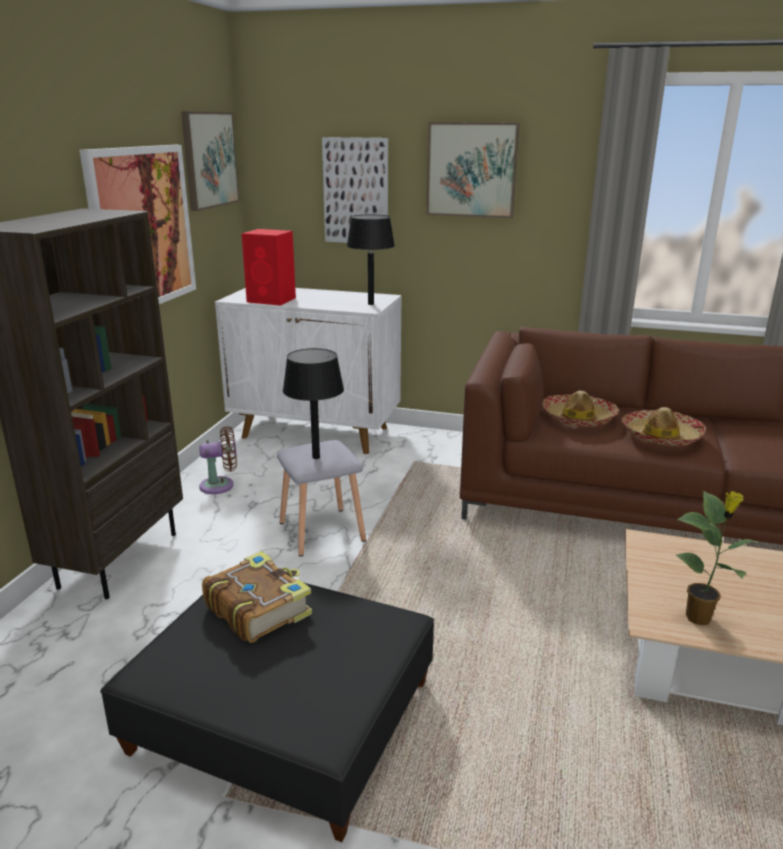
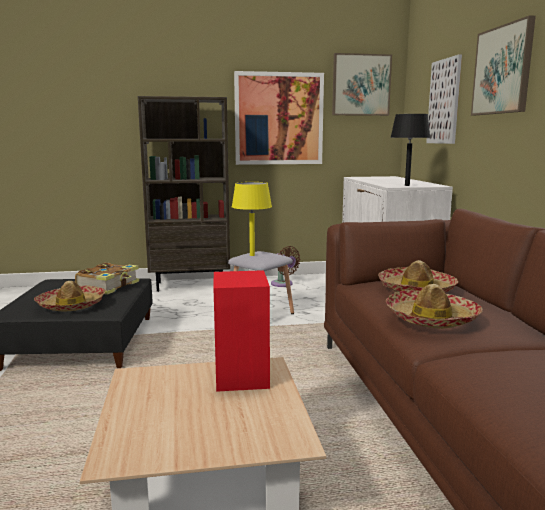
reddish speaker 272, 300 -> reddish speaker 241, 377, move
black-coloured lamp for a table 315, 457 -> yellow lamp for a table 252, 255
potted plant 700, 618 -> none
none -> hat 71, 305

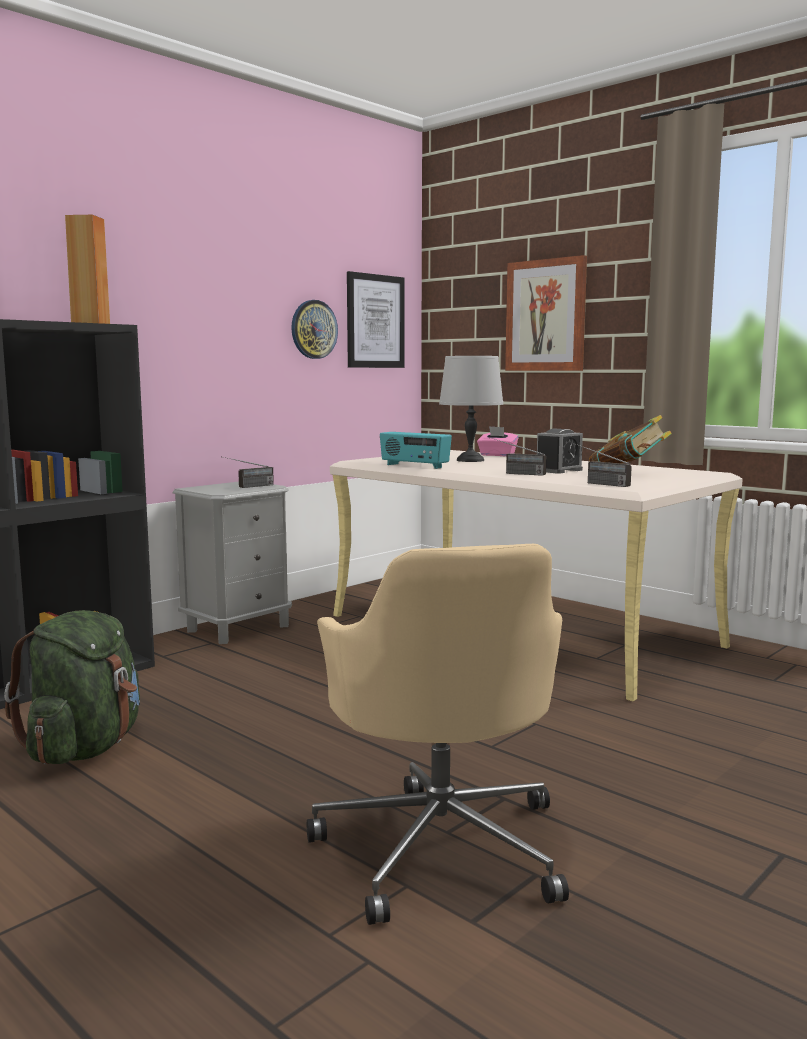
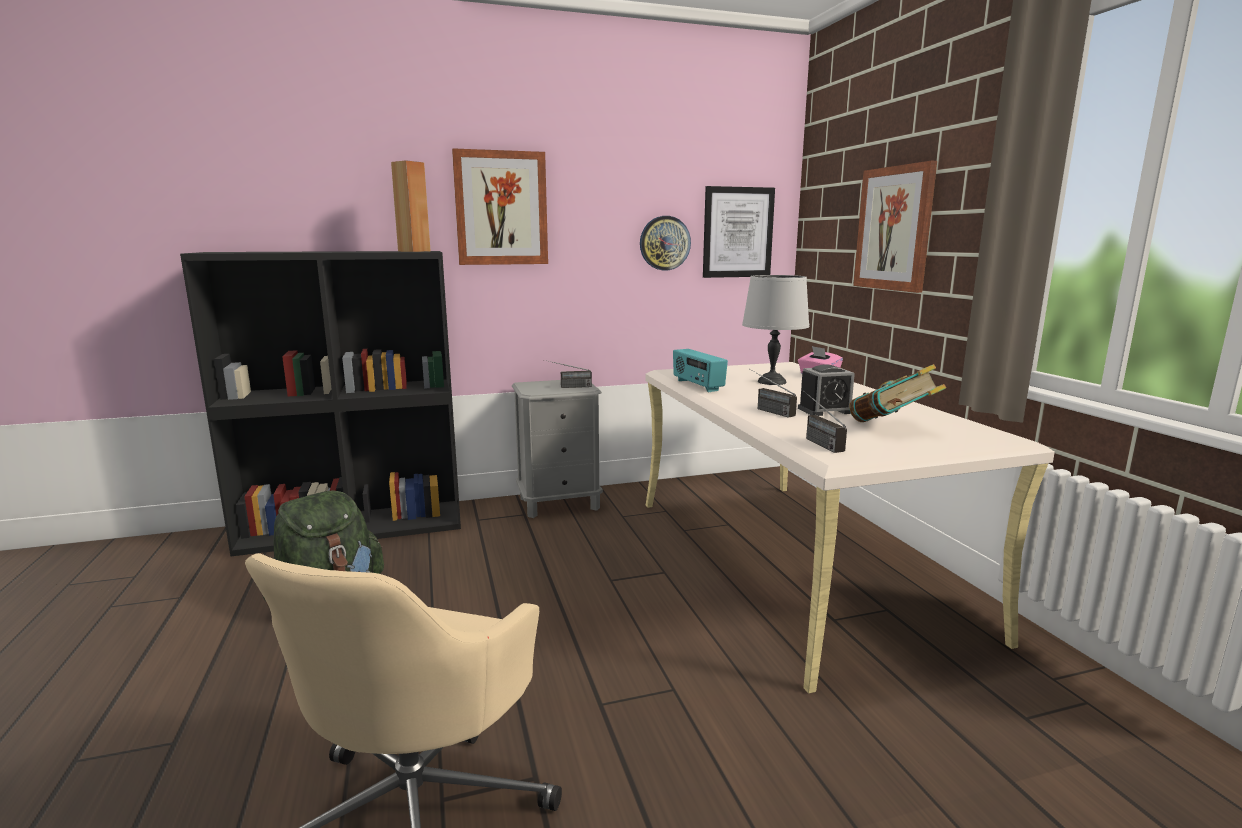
none -> wall art 501, 208

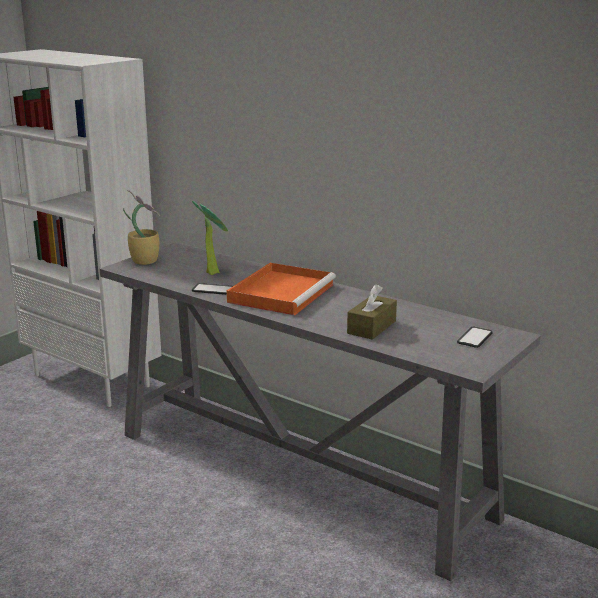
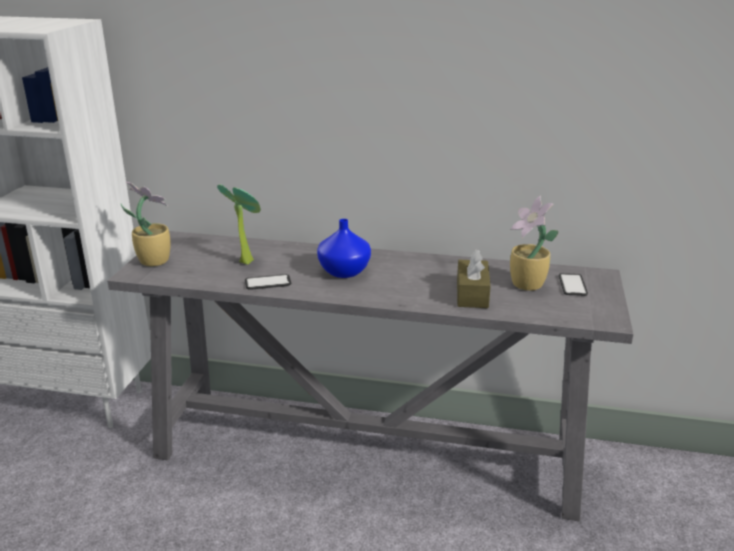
orange-coloured carrying tray 282, 292 -> blue-coloured decorative vase 343, 271
none -> potted plant 527, 285

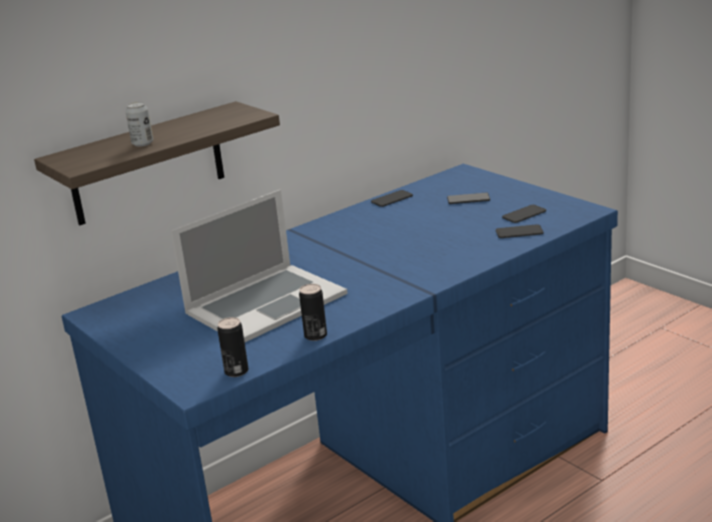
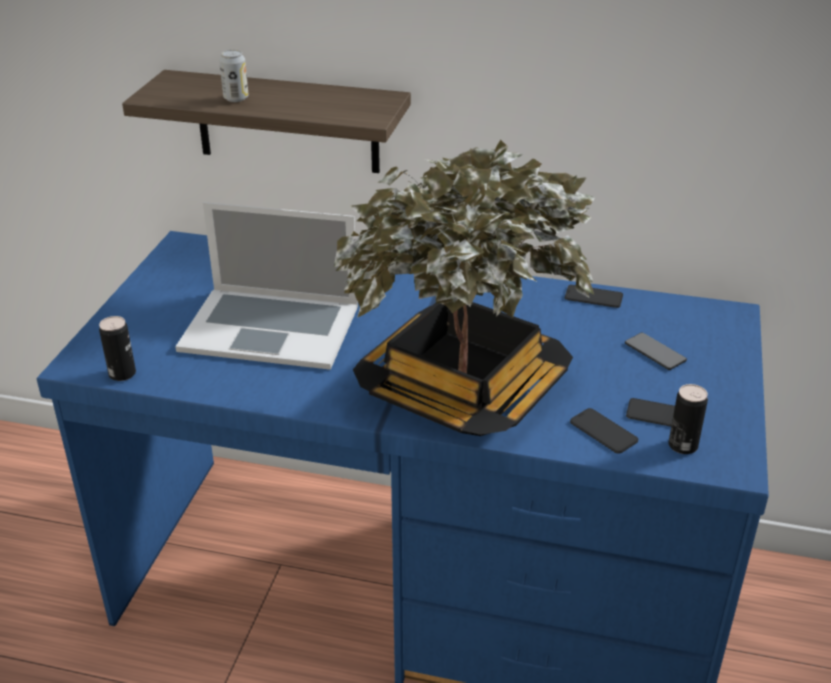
sealed can 315, 335 -> sealed can 683, 446, move
none -> potted plant 462, 389

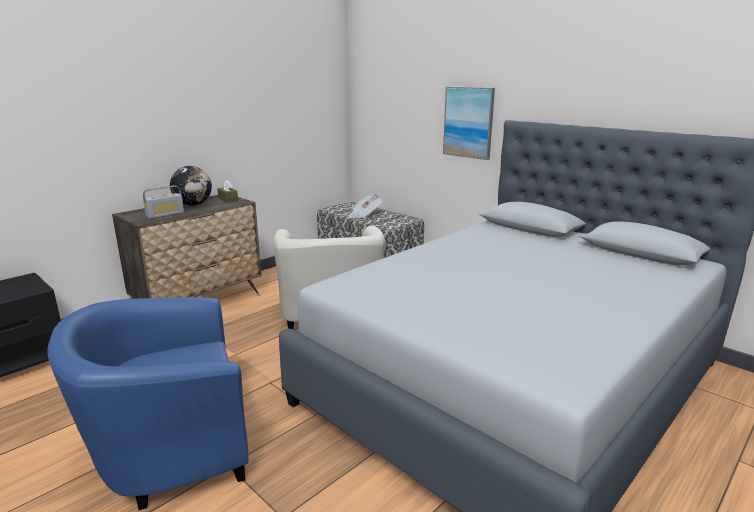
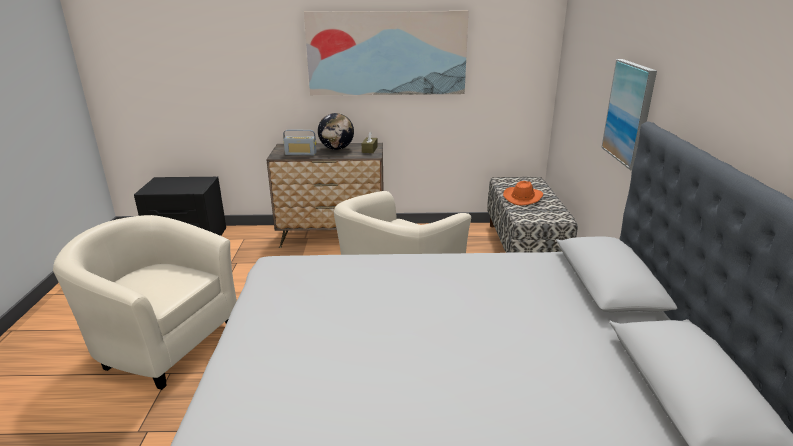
newspaper 365, 215 -> orange-coloured hat 523, 197
blue-coloured armchair 169, 452 -> beige armchair 162, 342
none -> wall art 386, 53

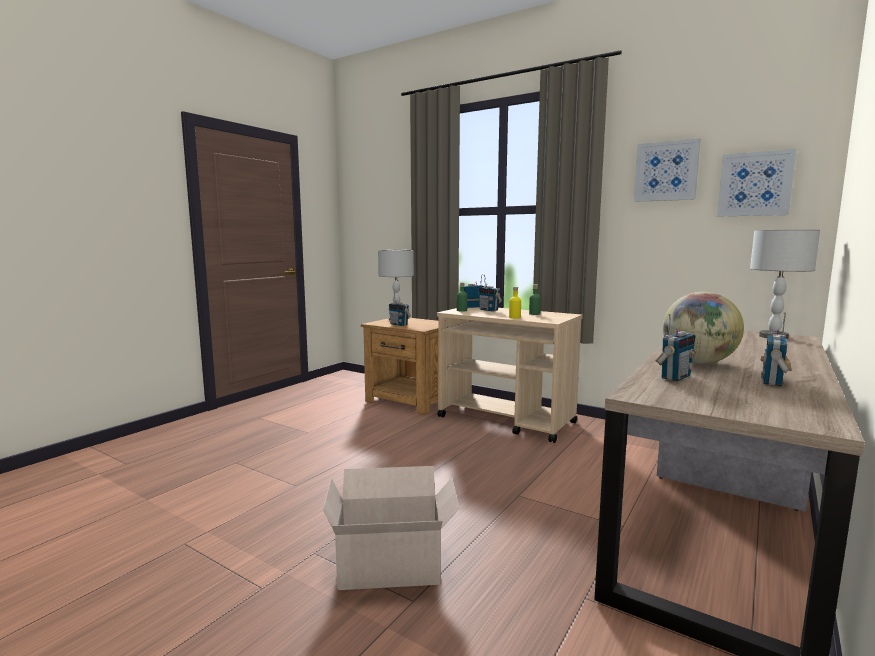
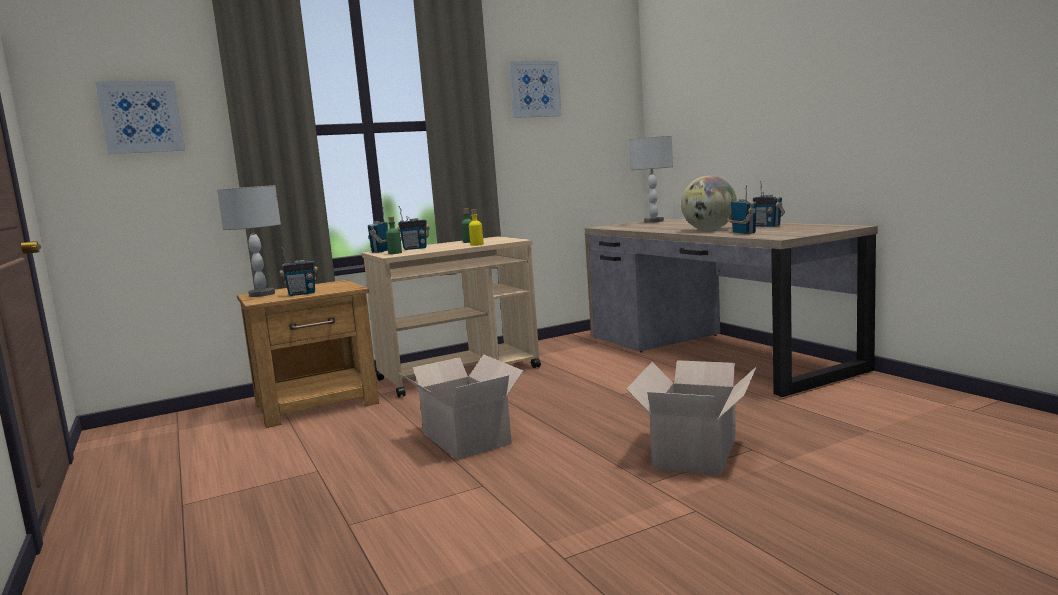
wall art 755, 184 -> wall art 141, 117, move
none -> packing box 465, 438

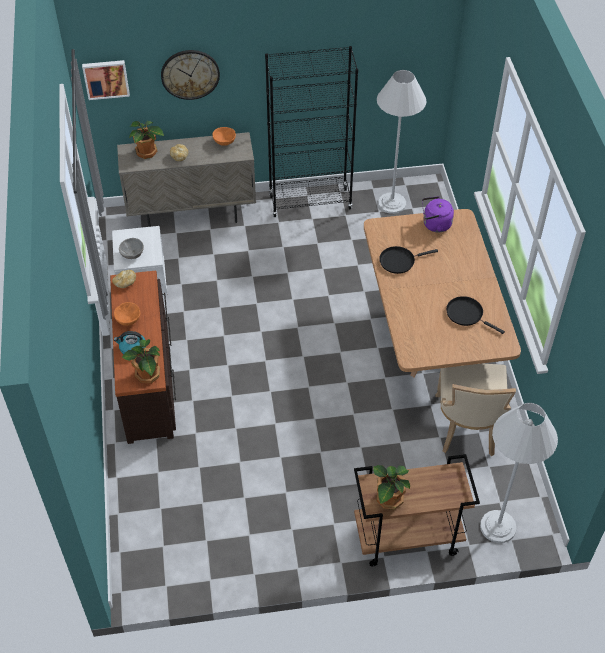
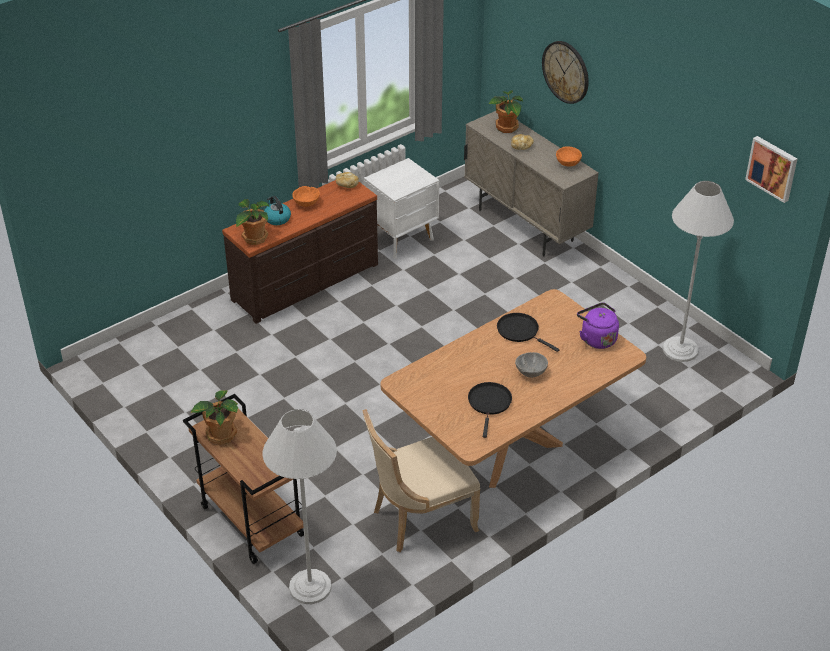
black-coloured bookshelf 310, 202 -> none
wall art 106, 78 -> wall art 772, 168, move
gray serving bowl 132, 255 -> gray serving bowl 530, 373, move

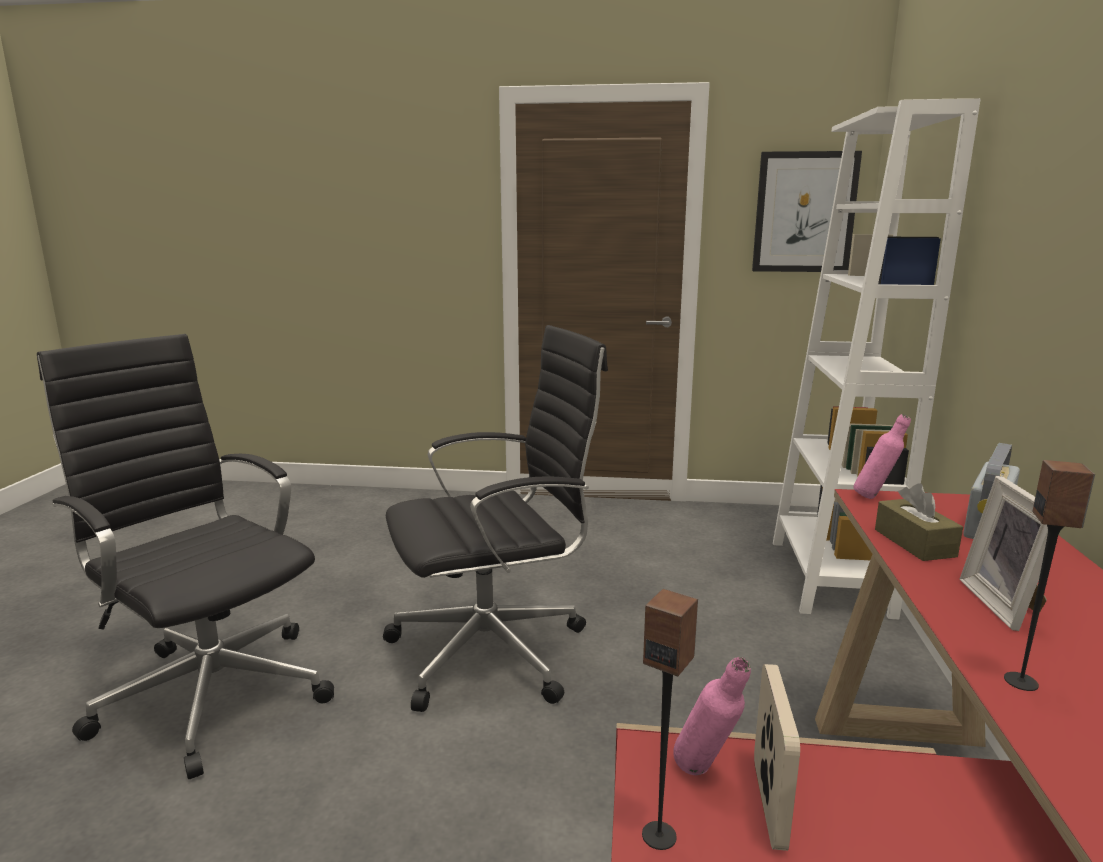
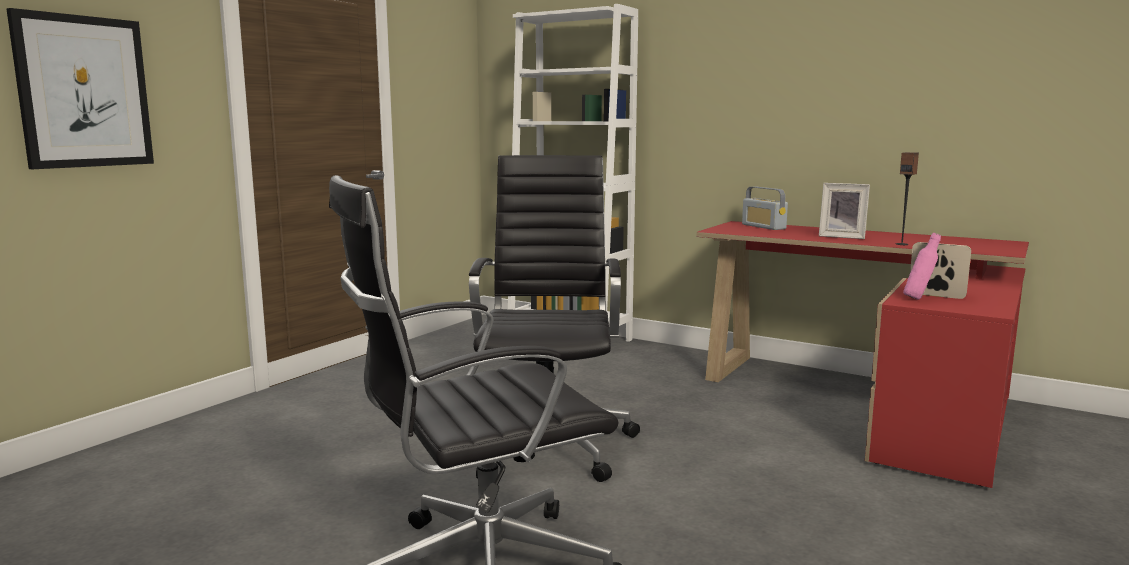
wall art 804, 212 -> wall art 84, 92, move
pink-coloured beverage bottle 875, 497 -> none
brown tissue box 914, 543 -> none
speaker 659, 835 -> none

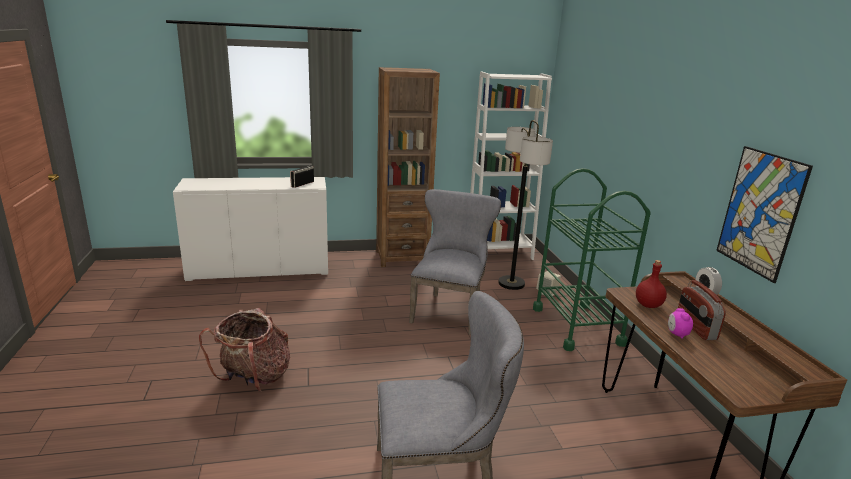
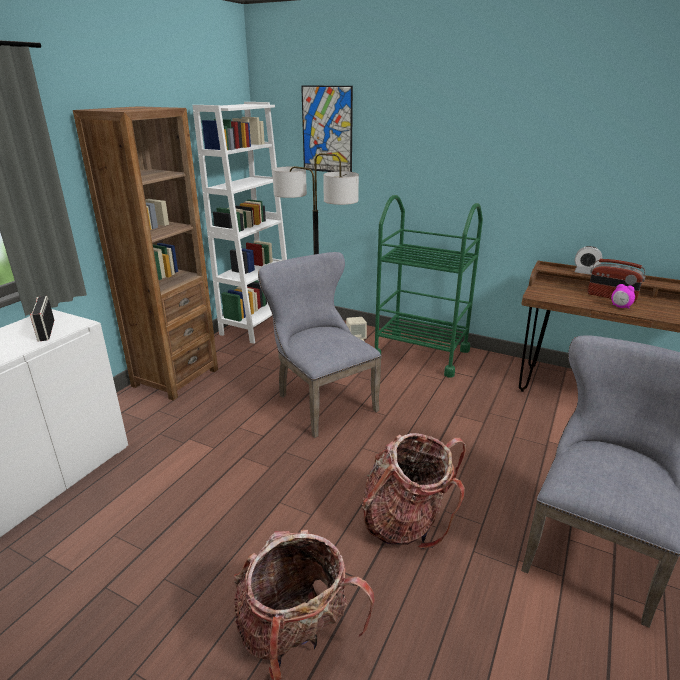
wall art 760, 212 -> wall art 327, 130, move
reddish beverage bottle 647, 305 -> none
none -> backpack 406, 521

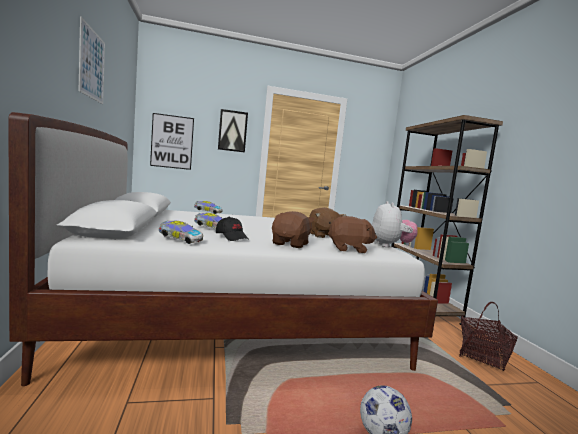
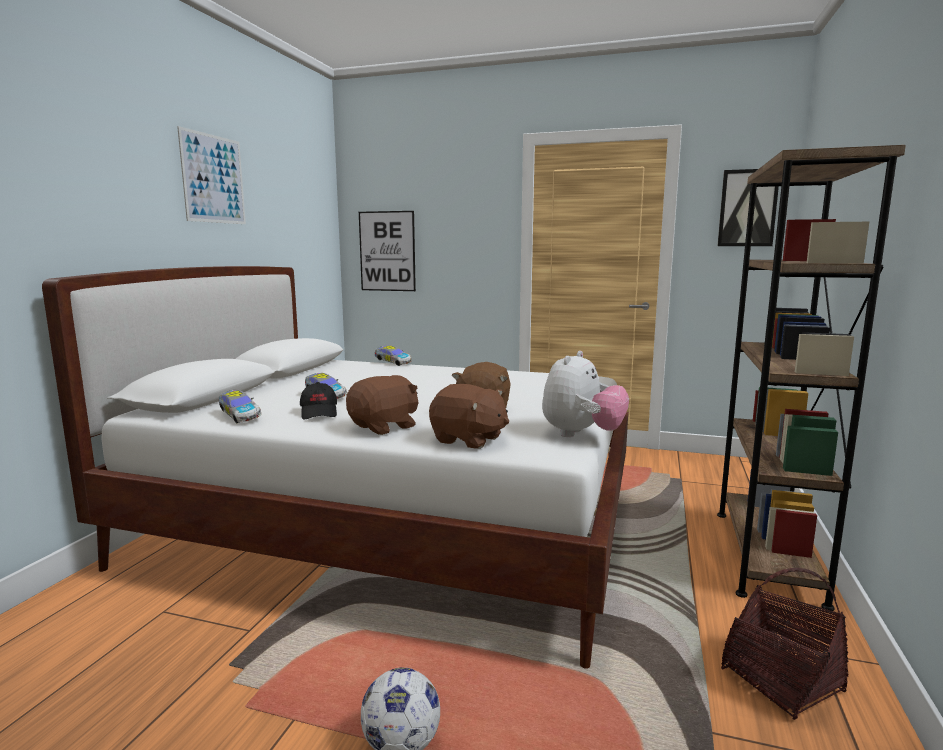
wall art 232, 131 -> wall art 747, 208, move

